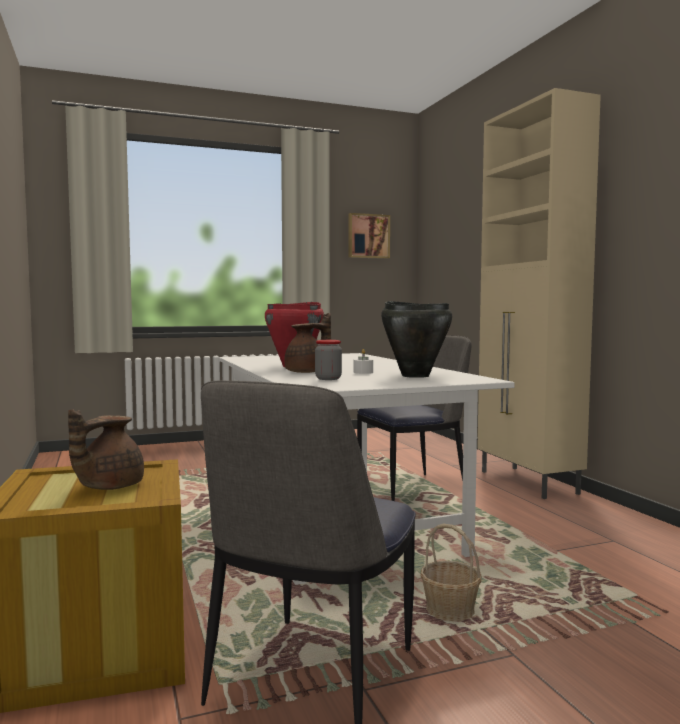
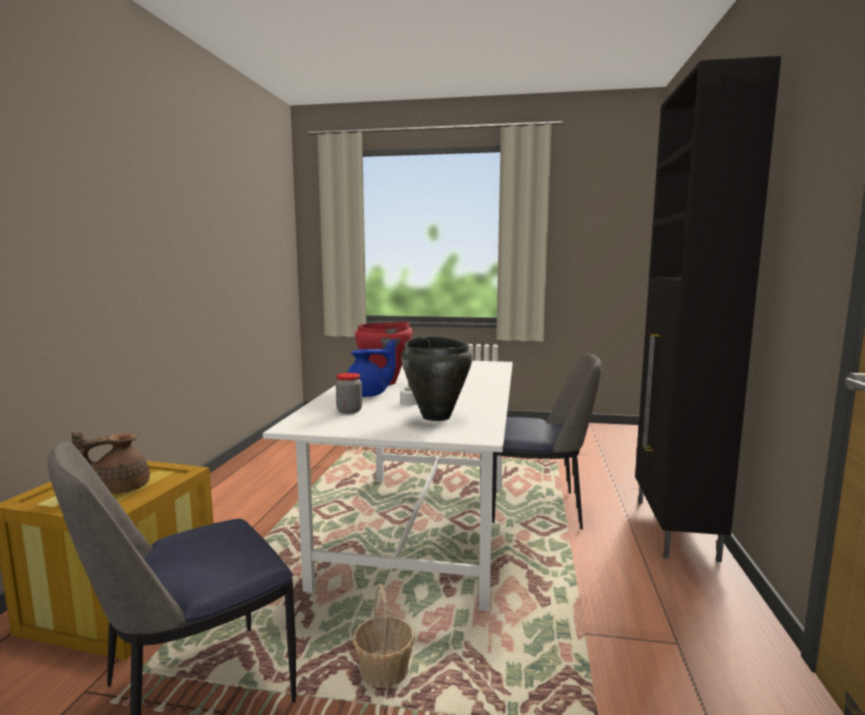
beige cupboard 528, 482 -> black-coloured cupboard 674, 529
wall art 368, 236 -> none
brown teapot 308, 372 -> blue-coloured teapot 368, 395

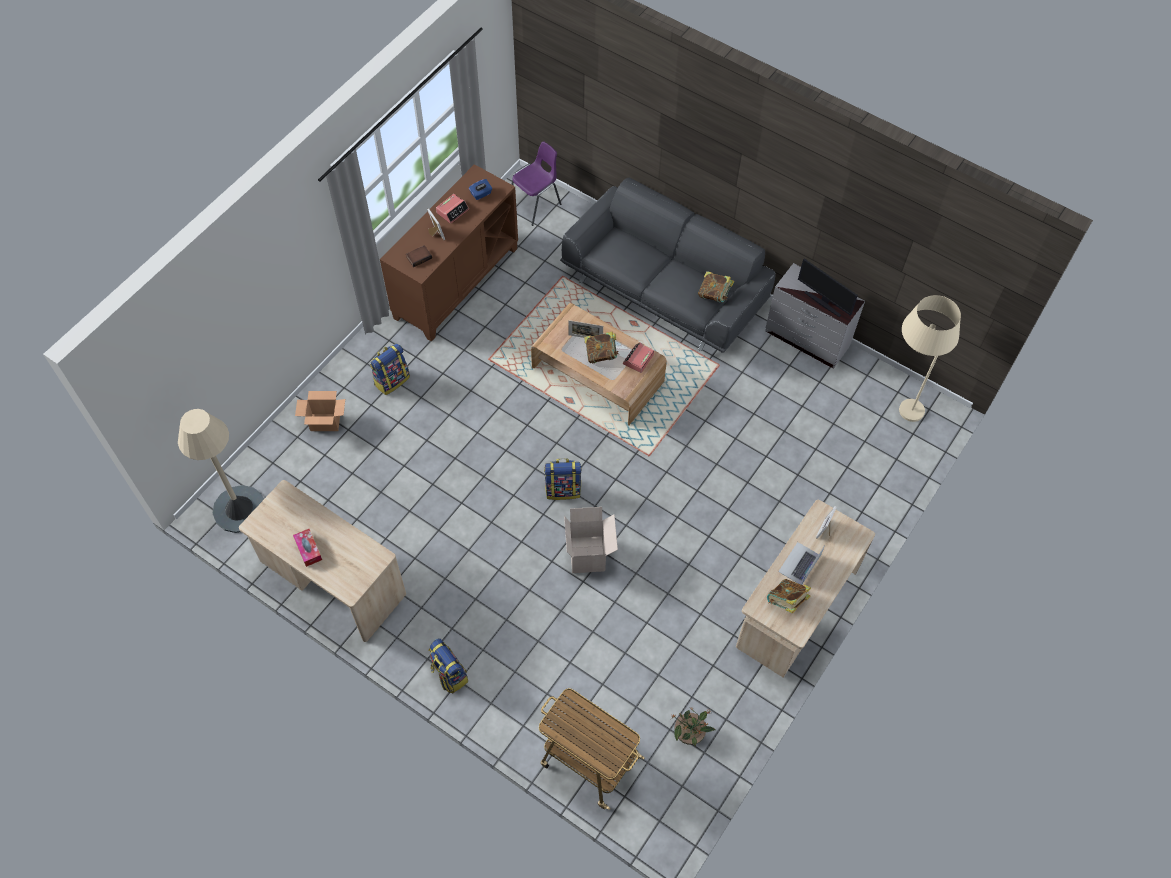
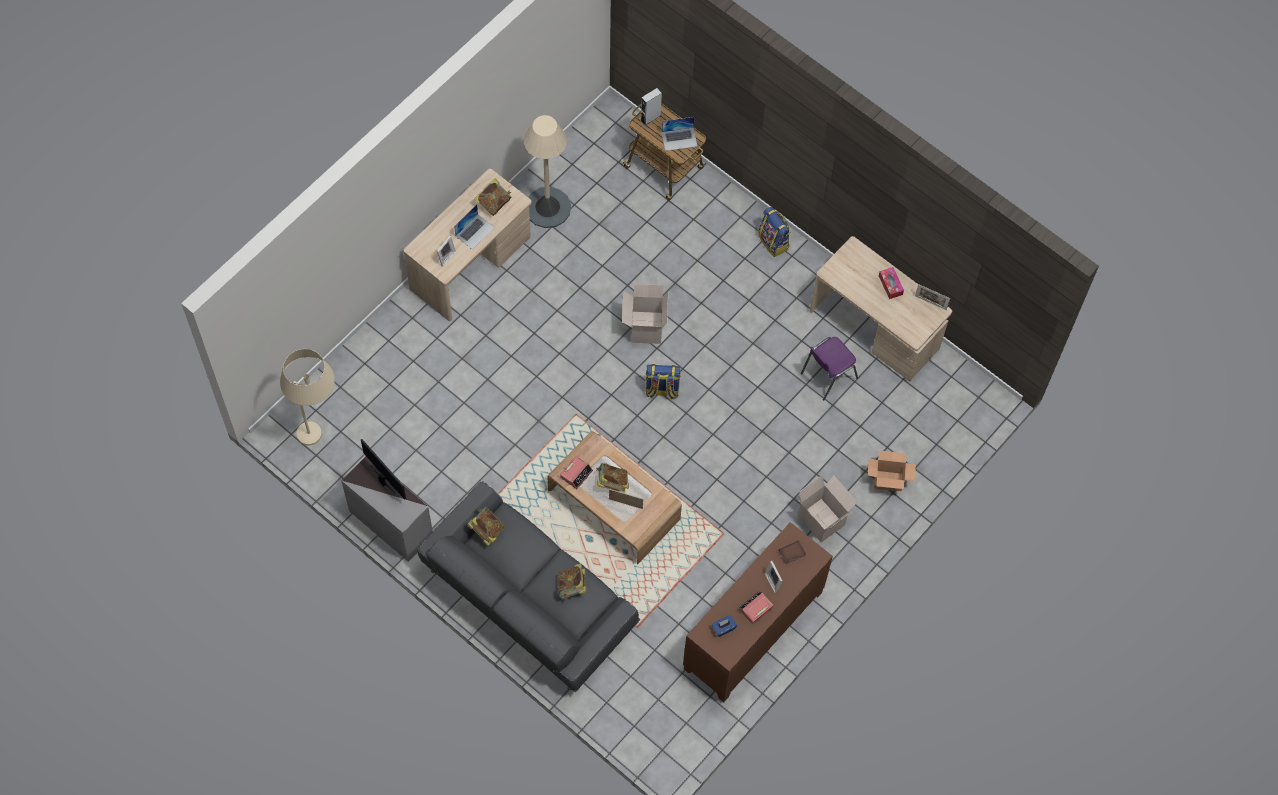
purple chair 536, 204 -> purple chair 827, 376, move
backpack 392, 380 -> packing box 823, 520
beige standard lamp 239, 509 -> beige standard lamp 547, 207, move
potted plant 689, 733 -> none
none -> gray speaker 650, 117
none -> portable computer 679, 139
none -> standing frame 930, 303
none -> book 572, 586

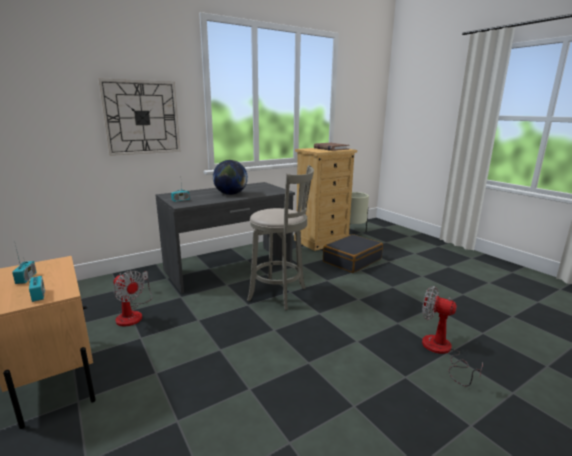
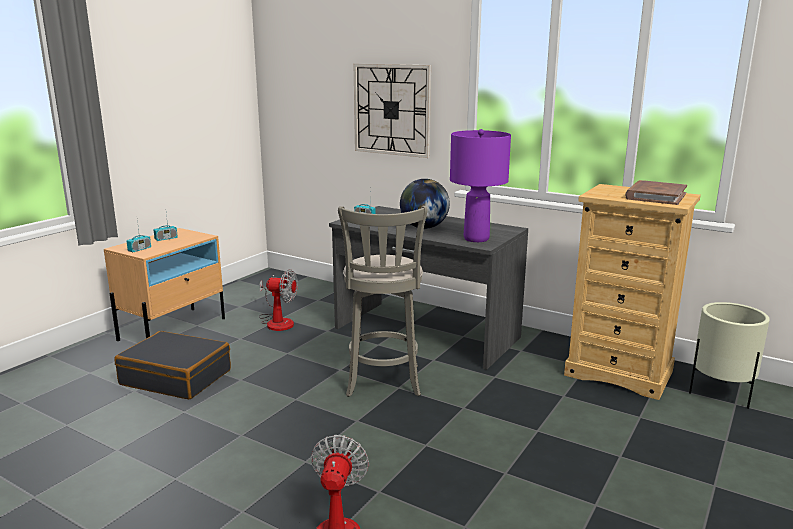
black-coloured suitcase 352, 260 -> black-coloured suitcase 176, 377, move
electric fan 133, 314 -> electric fan 277, 321, 90 degrees counterclockwise
none -> purple lamp for a table 476, 239

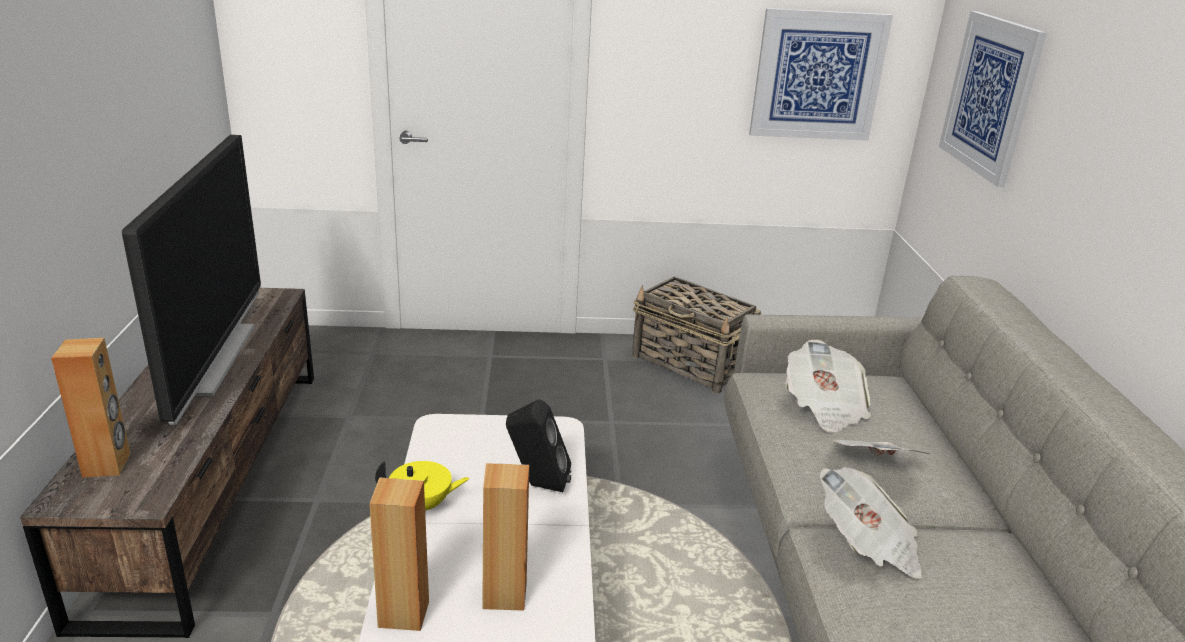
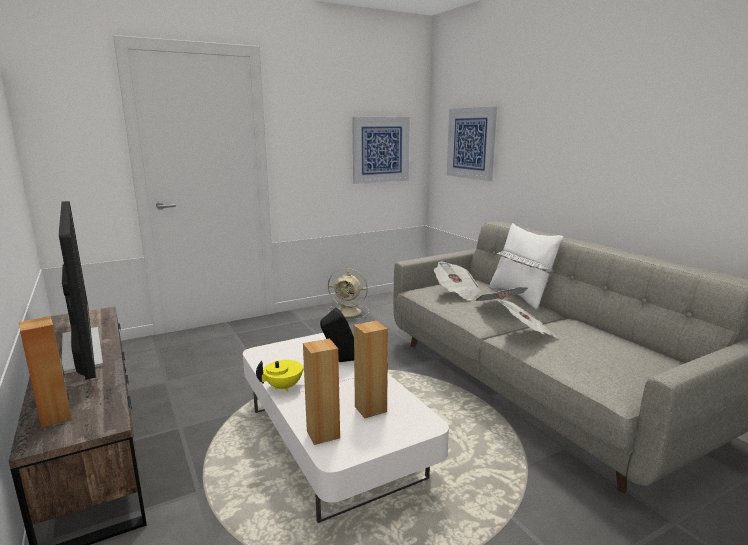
basket 692, 364 -> beige electric fan 349, 312
none -> white cushion 520, 296

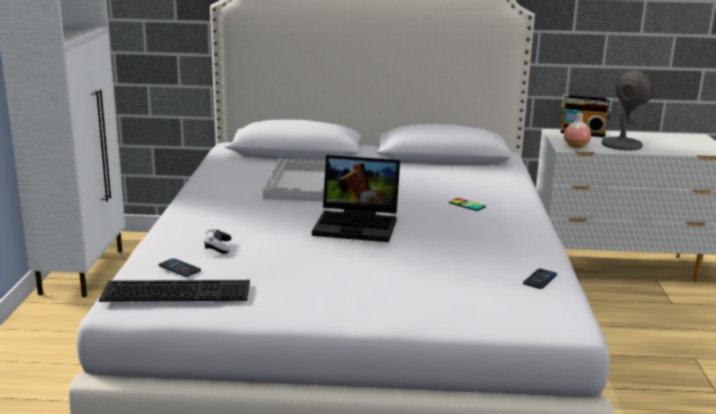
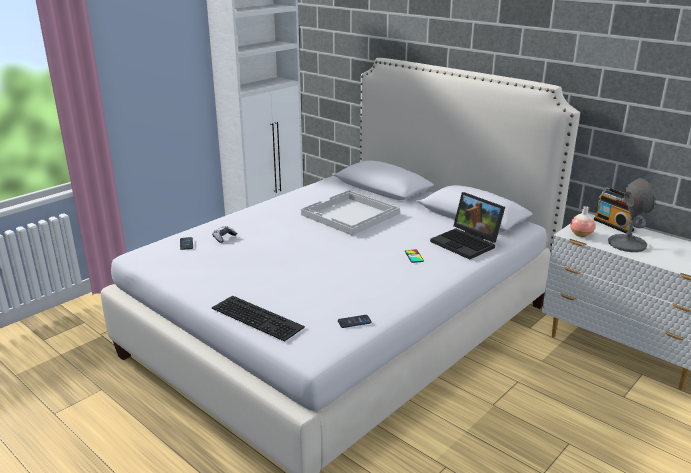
portable computer 359, 225 -> portable computer 467, 243, move
computer keyboard 178, 290 -> computer keyboard 259, 317, move

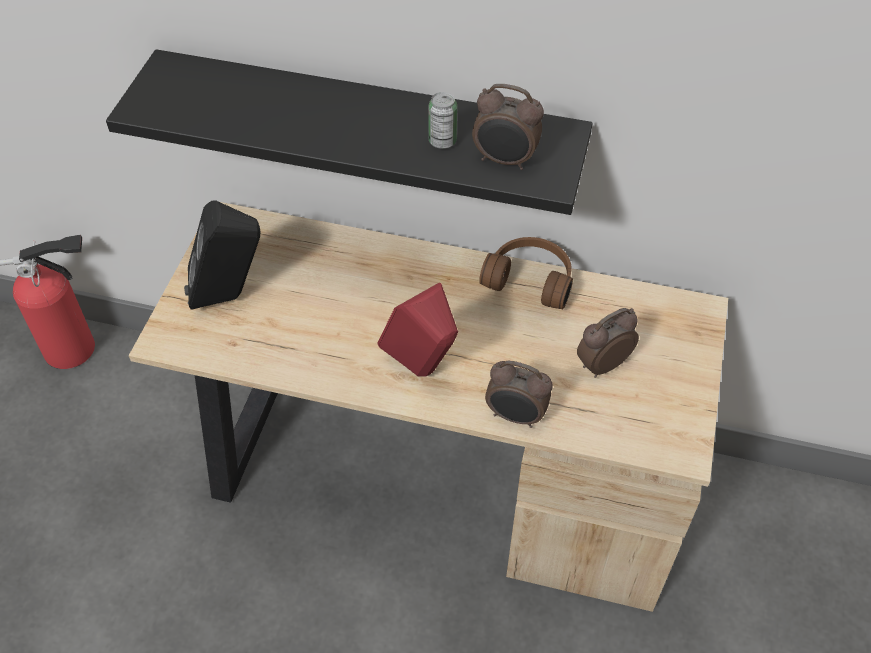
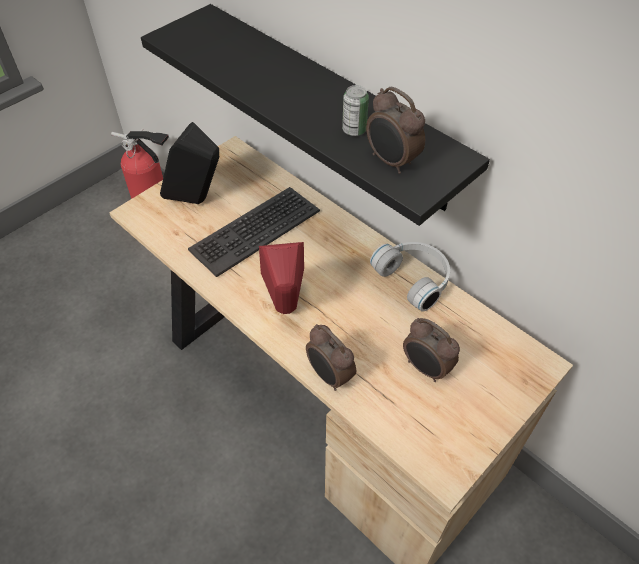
brown pair of headphones 530, 279 -> white pair of headphones 415, 278
alarm clock 601, 364 -> alarm clock 425, 368, 135 degrees counterclockwise
none -> computer keyboard 254, 230

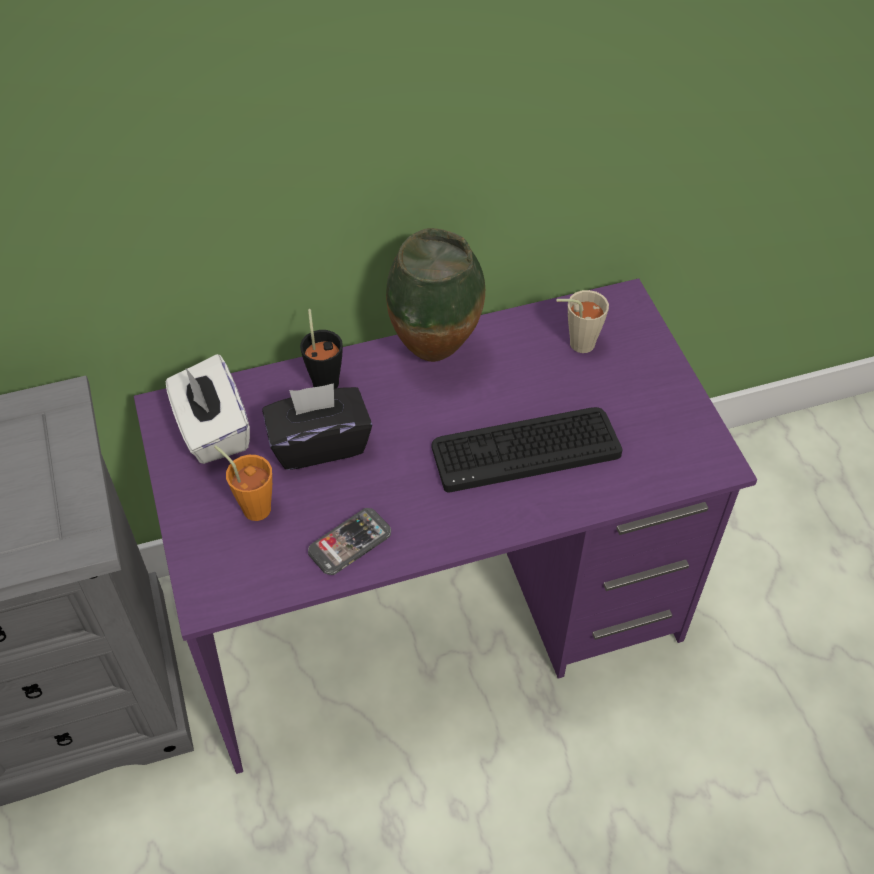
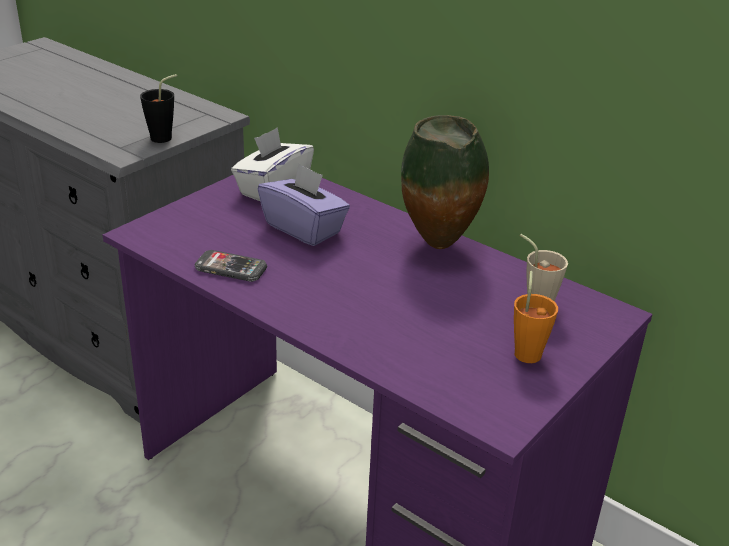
black-coloured small cup 325, 378 -> black-coloured small cup 165, 137, move
black-coloured tissue box 319, 443 -> purple tissue box 304, 228
computer keyboard 525, 449 -> none
orange-coloured small cup 252, 505 -> orange-coloured small cup 528, 351, move

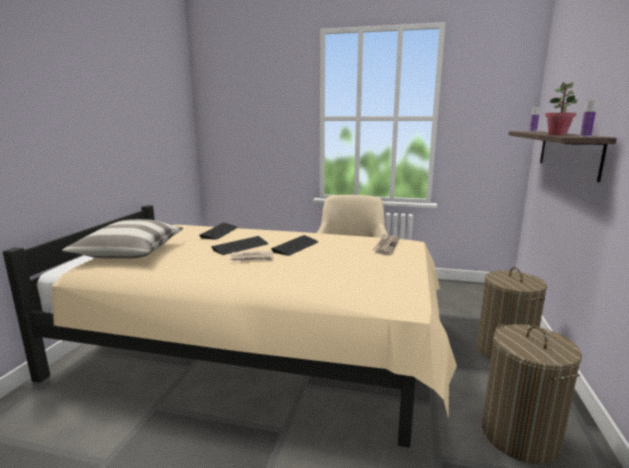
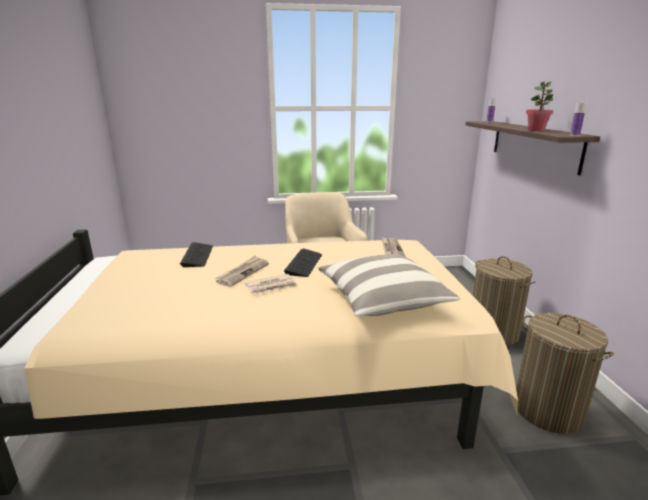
cushion 130, 253 -> cushion 383, 300, move
computer keyboard 240, 247 -> newspaper 243, 272

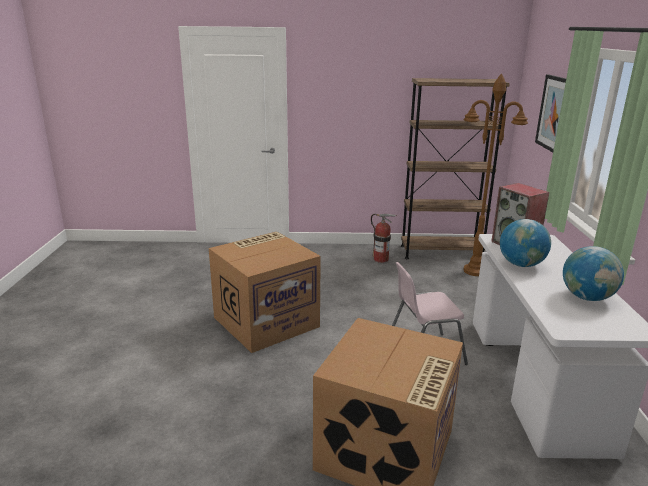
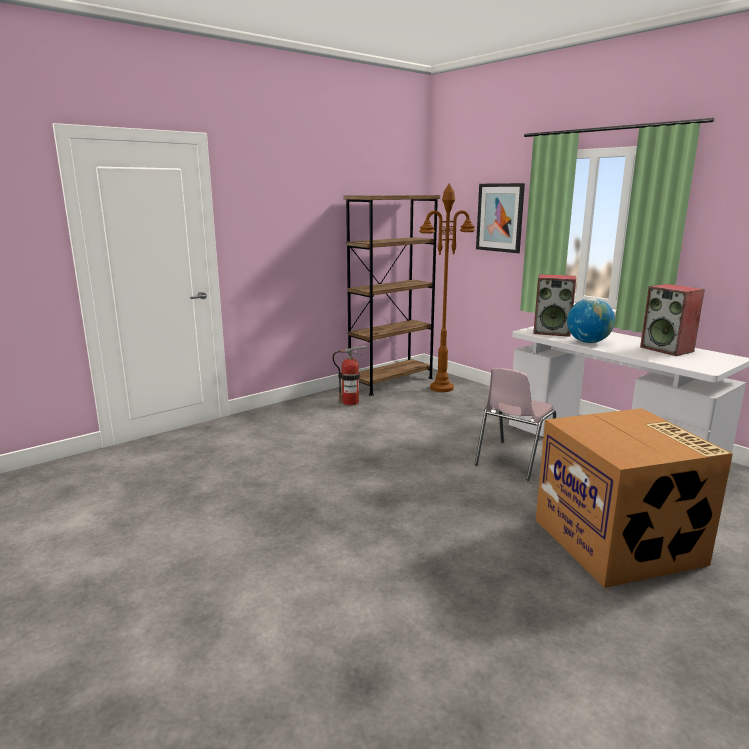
packing box 266, 321 -> none
world globe 587, 297 -> speaker 667, 349

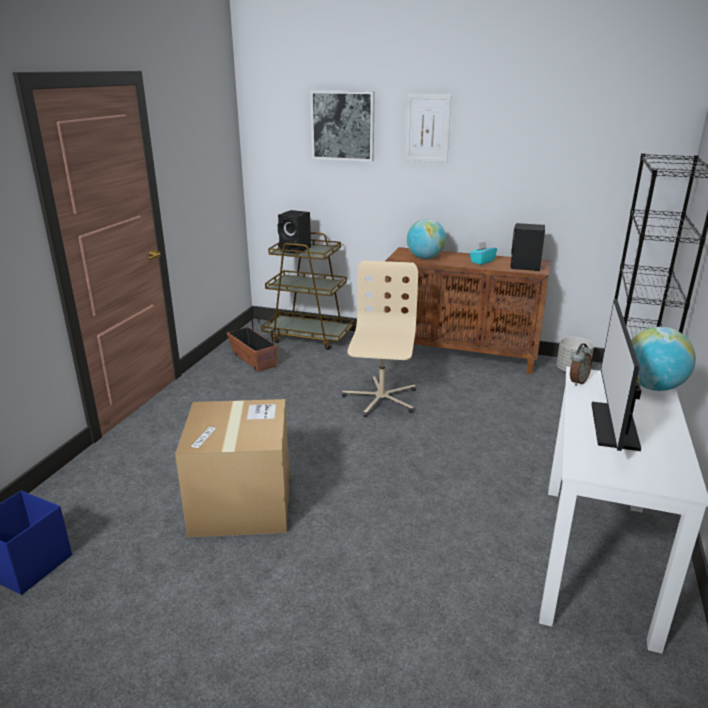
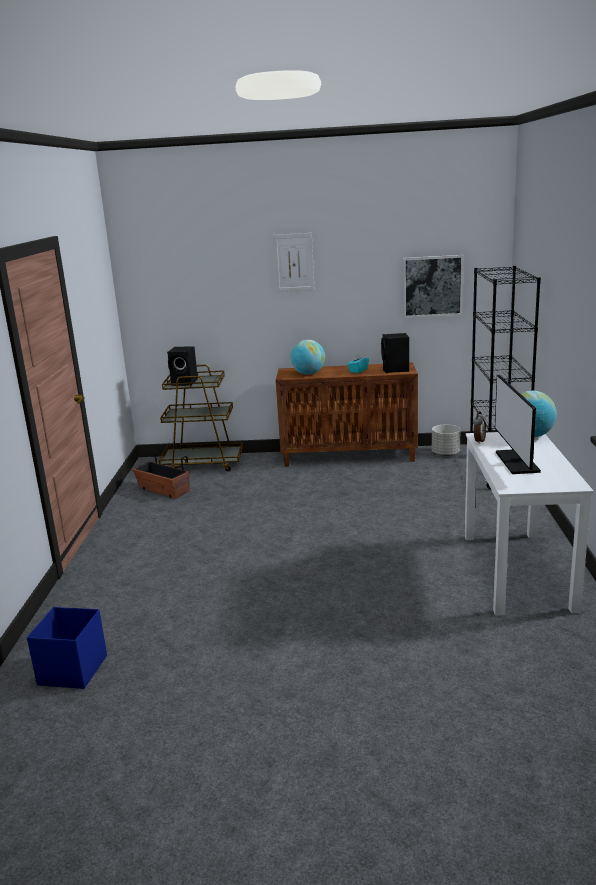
wall art 343, 125 -> wall art 432, 286, move
beige desk chair 380, 399 -> none
packing box 241, 503 -> none

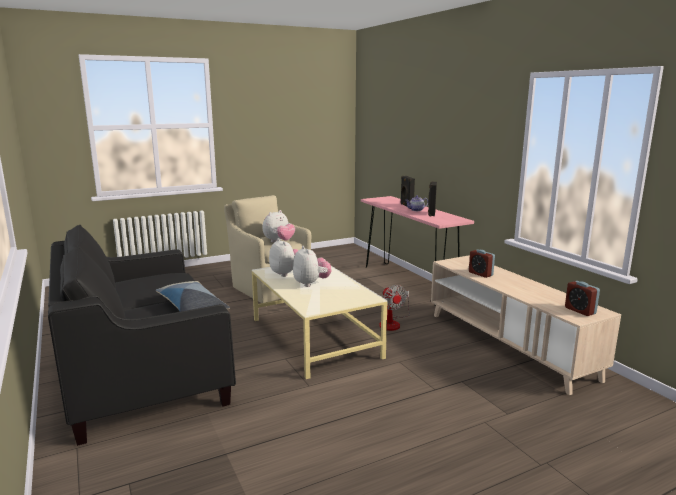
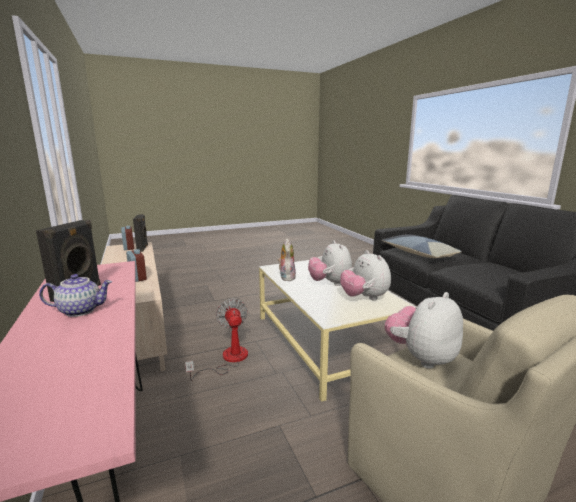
black-coloured speaker 406, 205 -> black-coloured speaker 143, 248, move
none -> plush toy 286, 277

